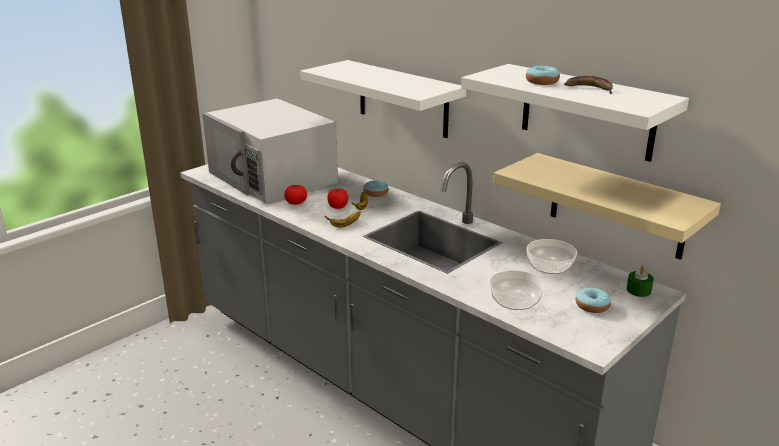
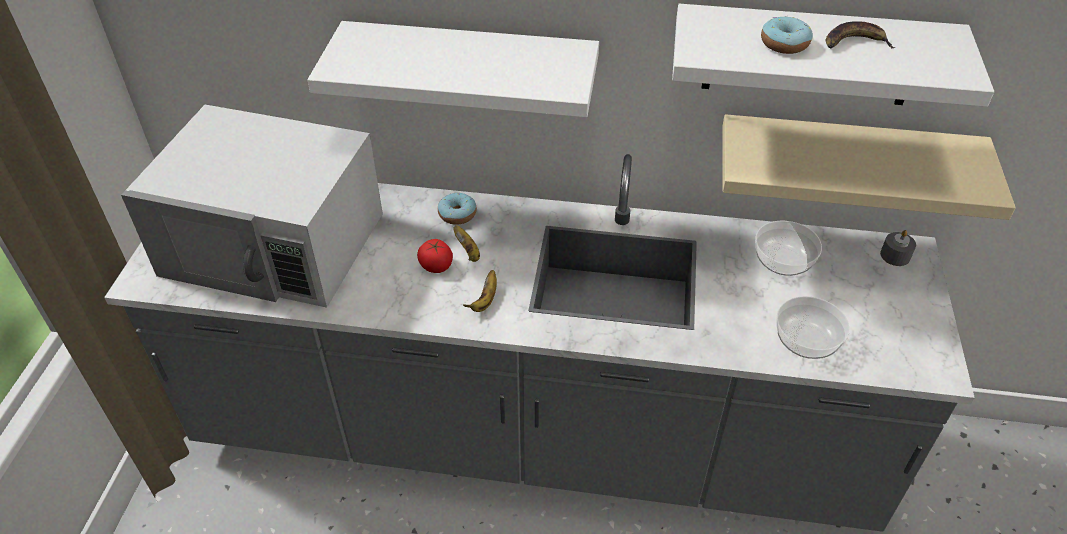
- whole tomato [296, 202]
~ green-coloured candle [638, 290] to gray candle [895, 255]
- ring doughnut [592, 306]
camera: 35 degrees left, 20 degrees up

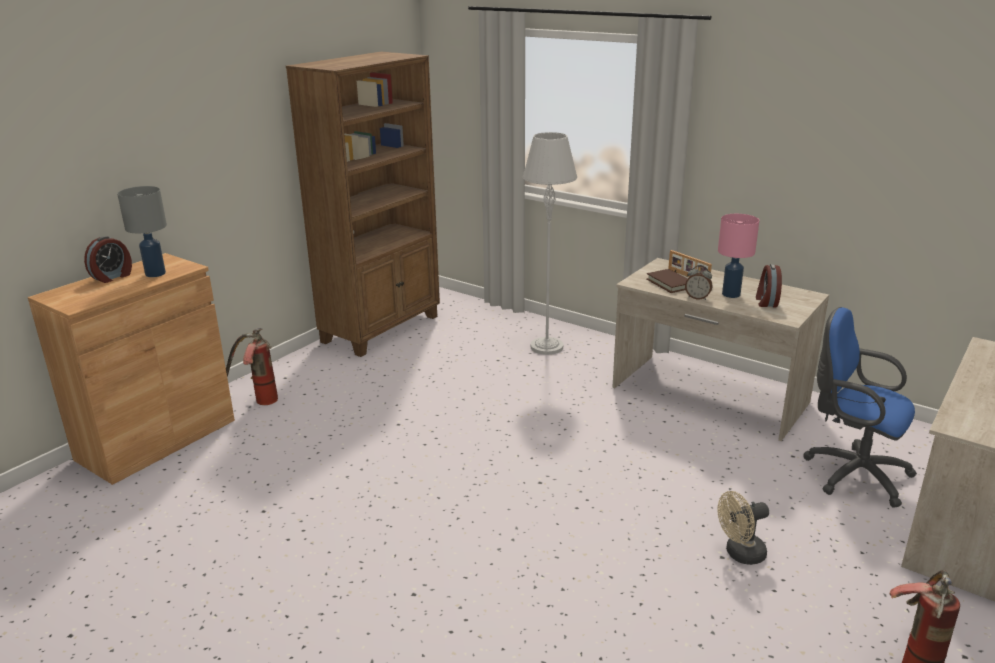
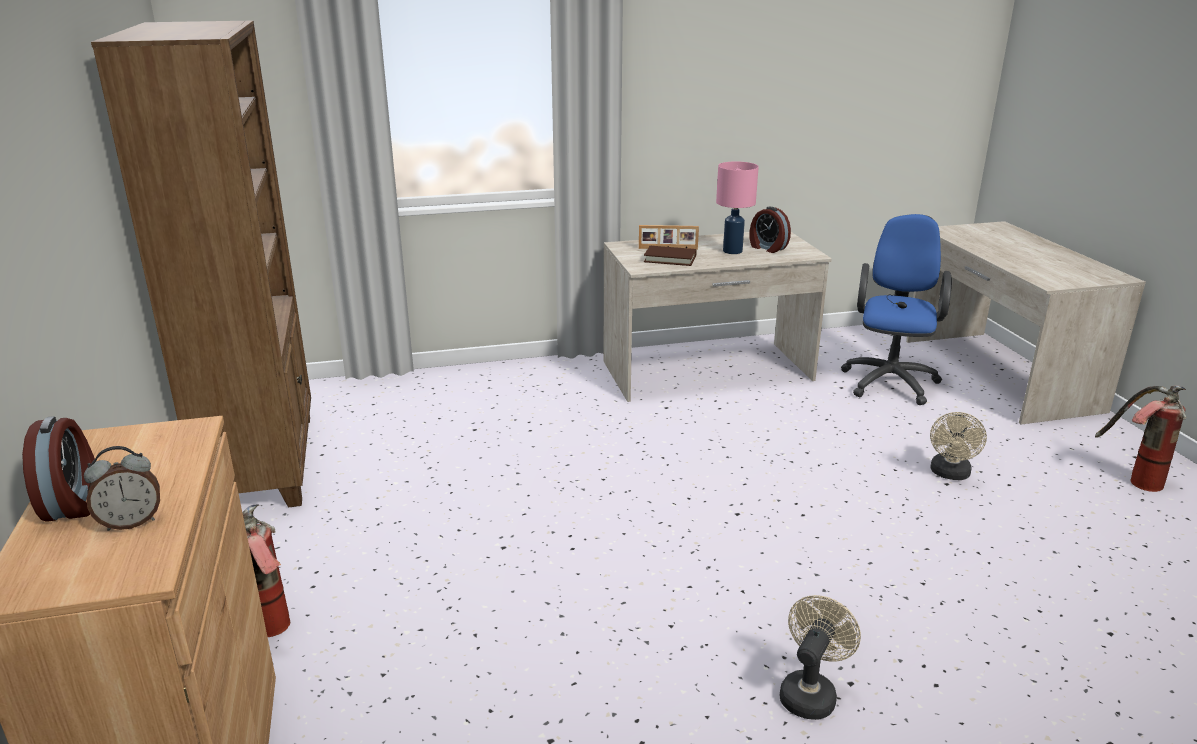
- gray floor lamp [546, 347]
- gray tabletop lamp [155, 274]
~ table clock [697, 297] to [131, 522]
~ bluish desk chair [851, 473] = [890, 380] 120 degrees clockwise
+ sand-coloured electric fan [810, 692]
camera: 50 degrees left, 0 degrees up

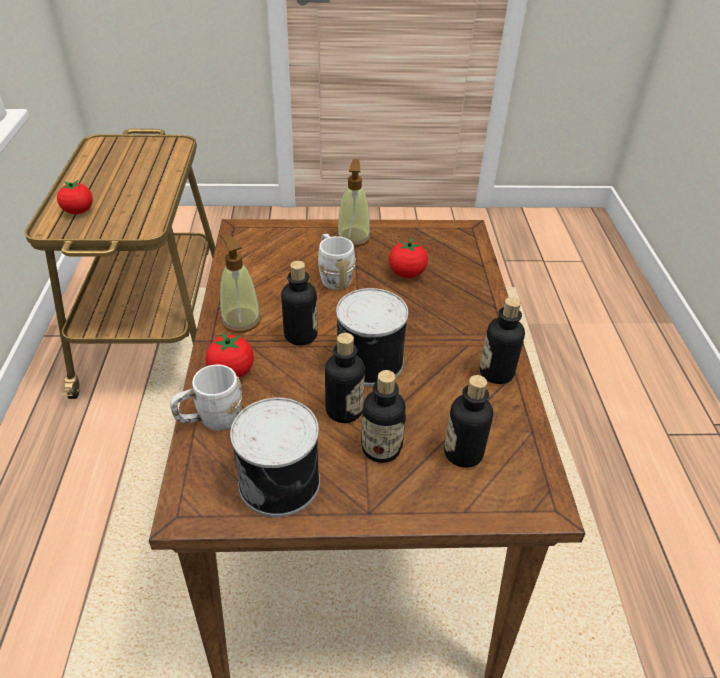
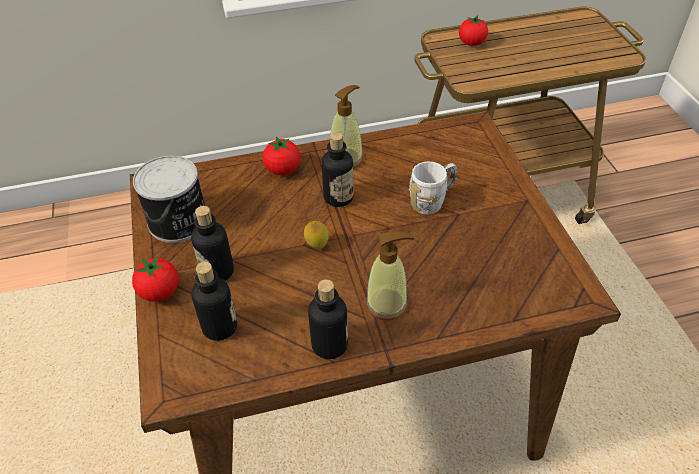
~ soap bottle [353, 237] to [387, 304]
~ whole tomato [407, 273] to [160, 292]
~ can [367, 362] to citrus fruit [317, 246]
- beverage bottle [344, 410]
- white-coloured tea mug [211, 420]
camera: 80 degrees right, 5 degrees up

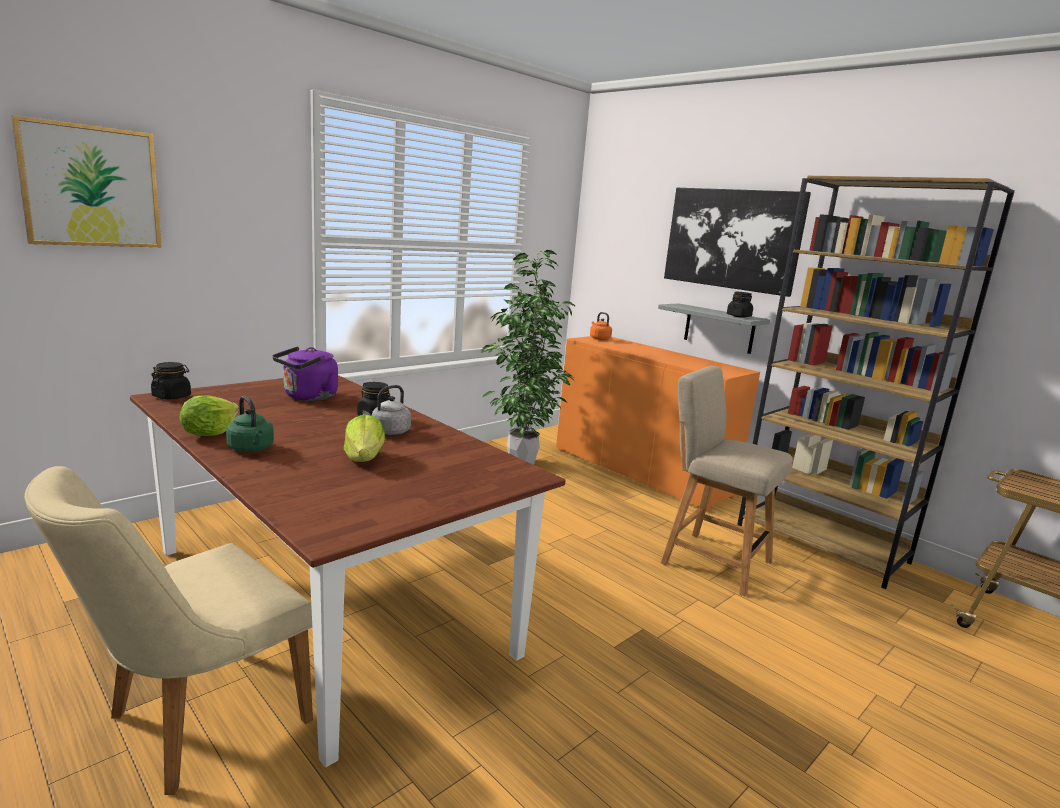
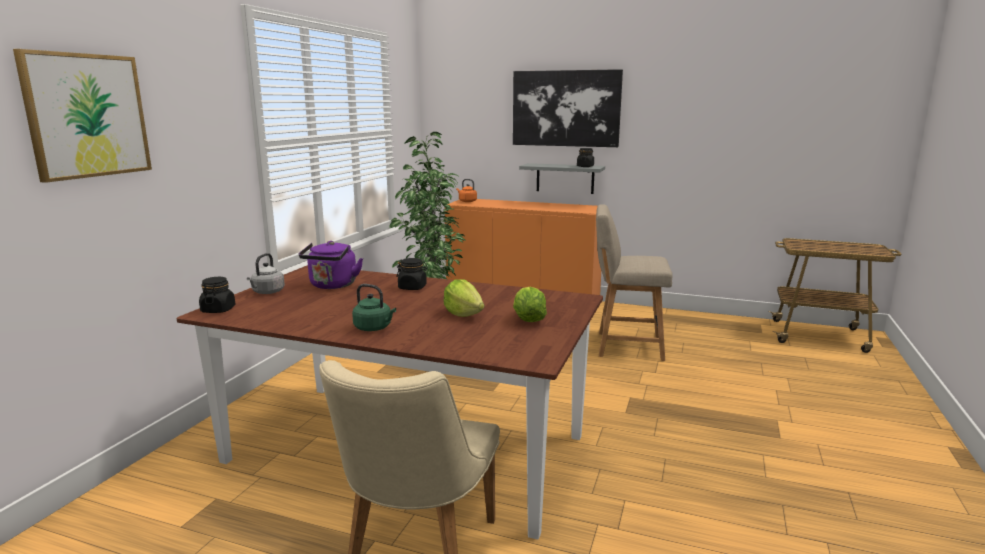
- brown-coloured shelving unit [822, 544]
~ gray tea kettle [388, 432] to [267, 292]
~ lettuce head [209, 433] to [528, 320]
camera: 25 degrees left, 0 degrees up

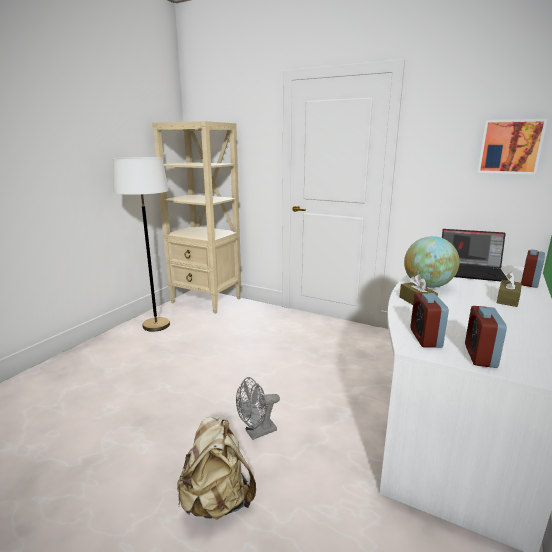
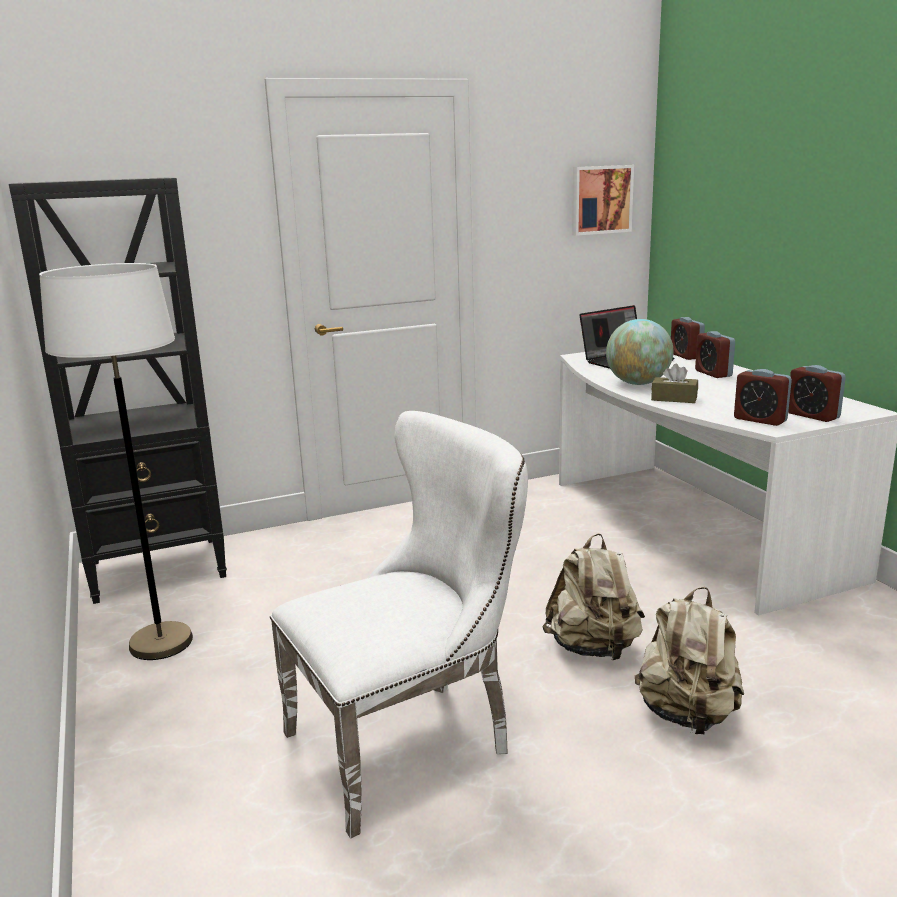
~ sand-coloured shelving unit [206, 301] to black-coloured shelving unit [159, 569]
~ brown-coloured tissue box [507, 299] to table clock [713, 373]
~ gray electric fan [256, 432] to sand-coloured knapsack [593, 648]
+ white-coloured chair [411, 741]
camera: 50 degrees left, 0 degrees up

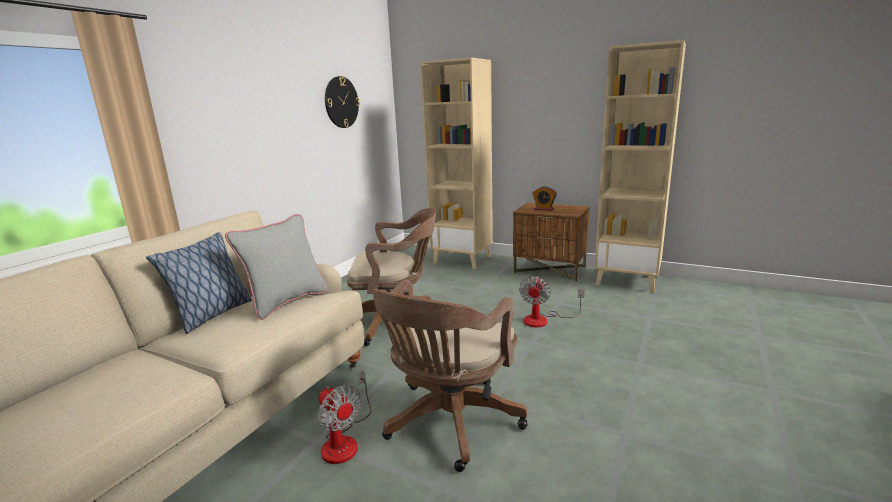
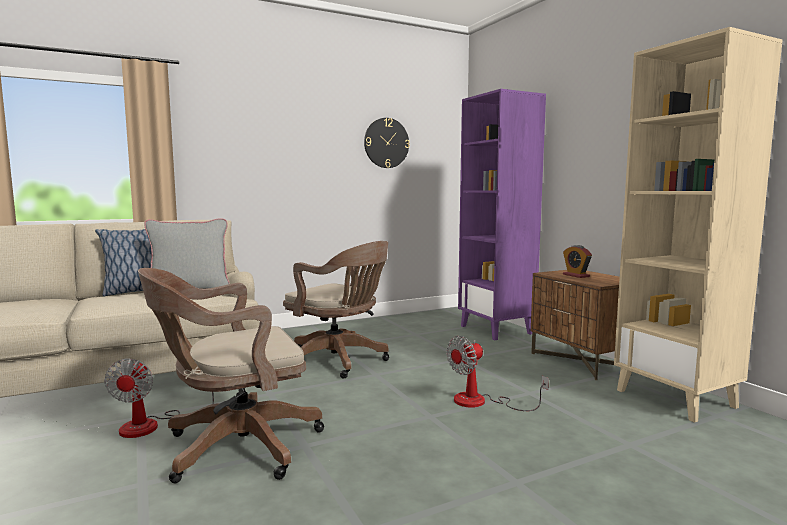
~ sand-coloured shelving unit [463, 259] to purple shelving unit [496, 330]
camera: 35 degrees right, 10 degrees down

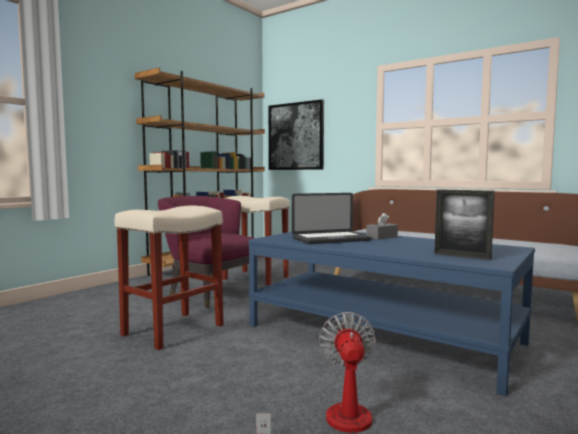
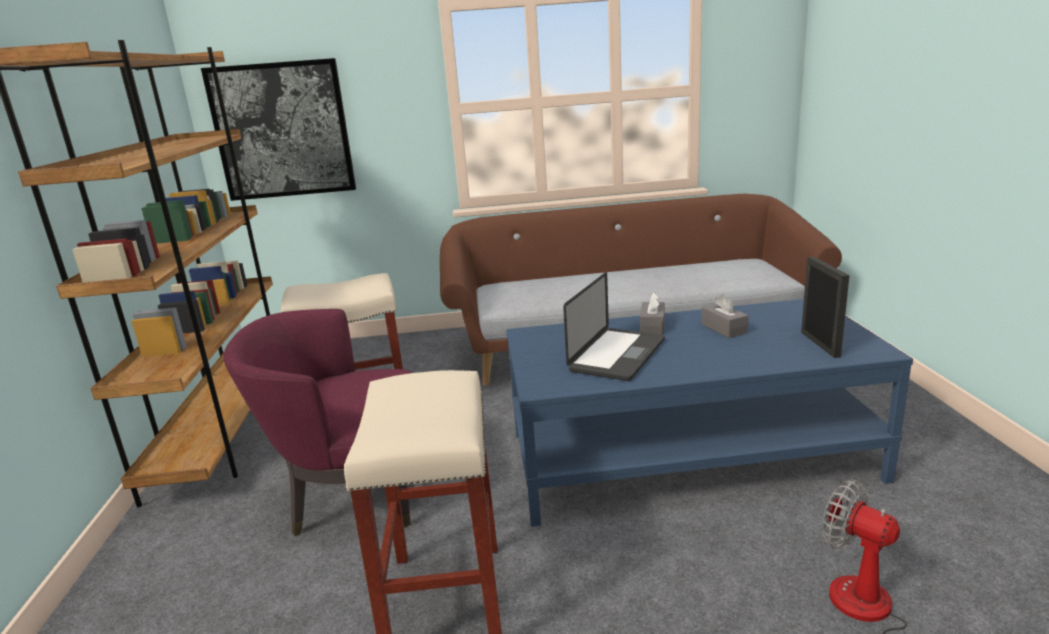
~ picture frame [461, 256] = [820, 344] 90 degrees counterclockwise
+ gray tissue box [724, 328]
camera: 40 degrees left, 15 degrees up

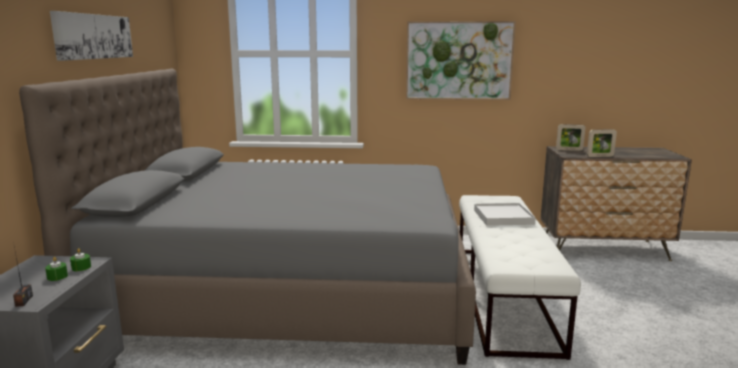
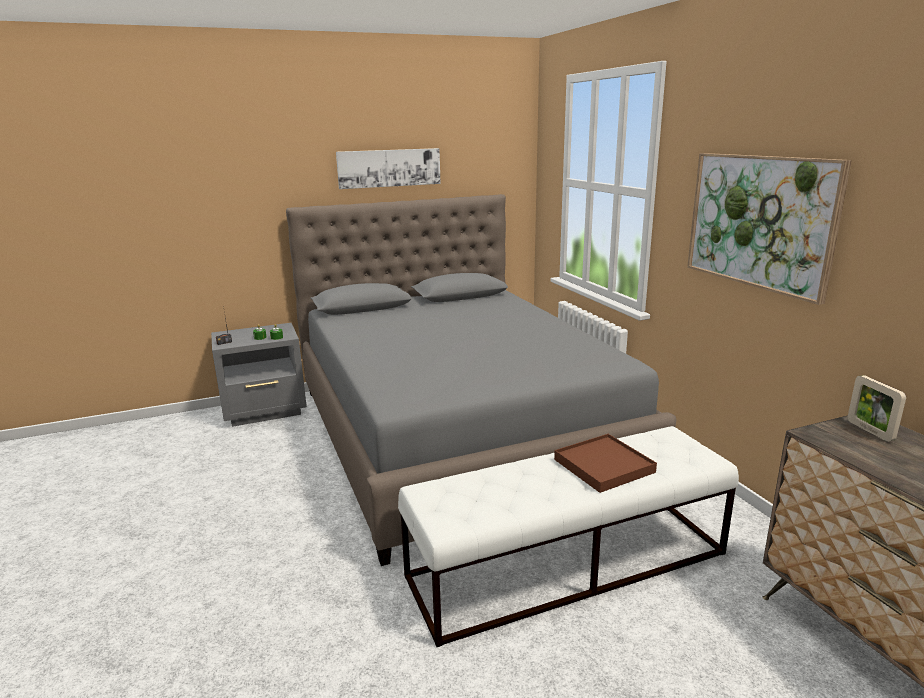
- picture frame [600, 156]
~ white-coloured serving tray [503, 217] to brown-coloured serving tray [603, 466]
camera: 65 degrees right, 5 degrees up

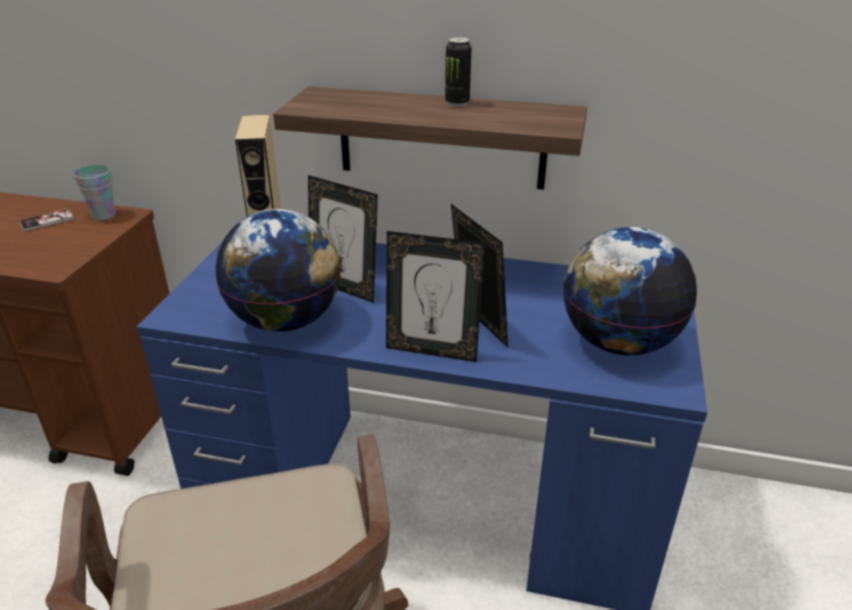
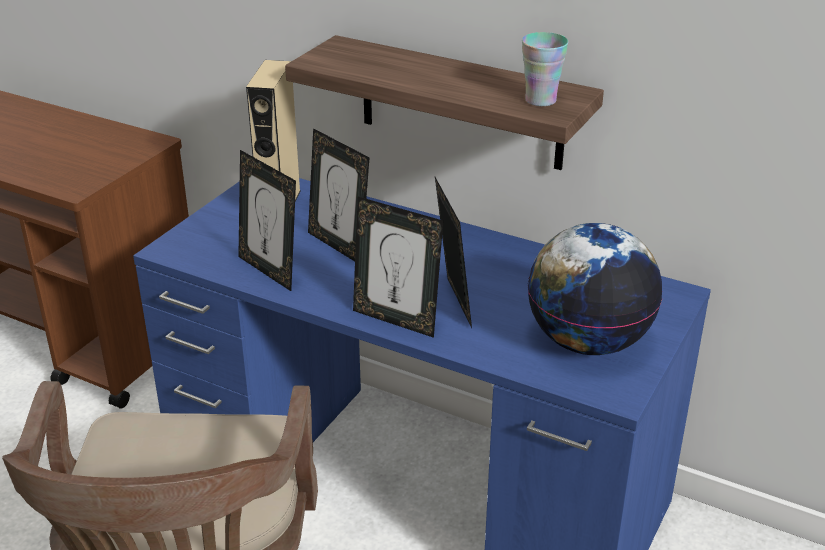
- can [457, 103]
~ small cup [103, 215] to [540, 100]
- telephone [47, 221]
~ world globe [286, 321] to picture frame [270, 271]
camera: 15 degrees right, 0 degrees up

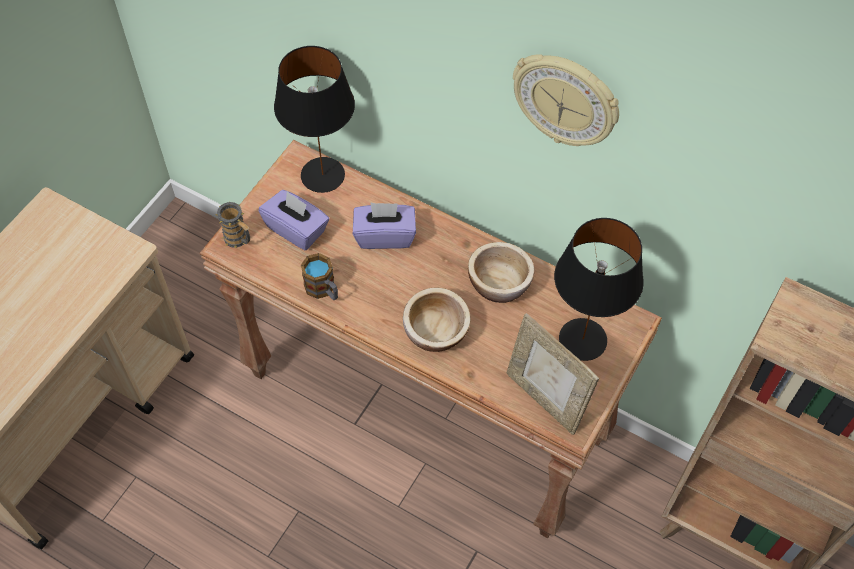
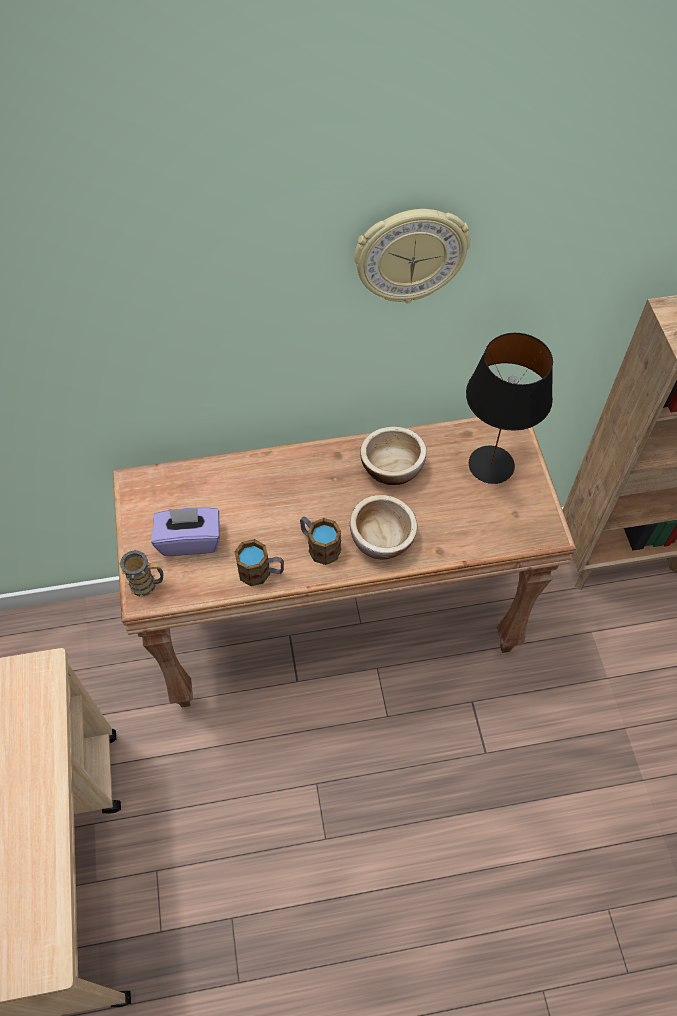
- black-coloured tabletop lamp [323, 175]
- purple tissue box [385, 235]
- picture frame [545, 399]
+ tea mug [319, 546]
camera: 40 degrees left, 0 degrees up

